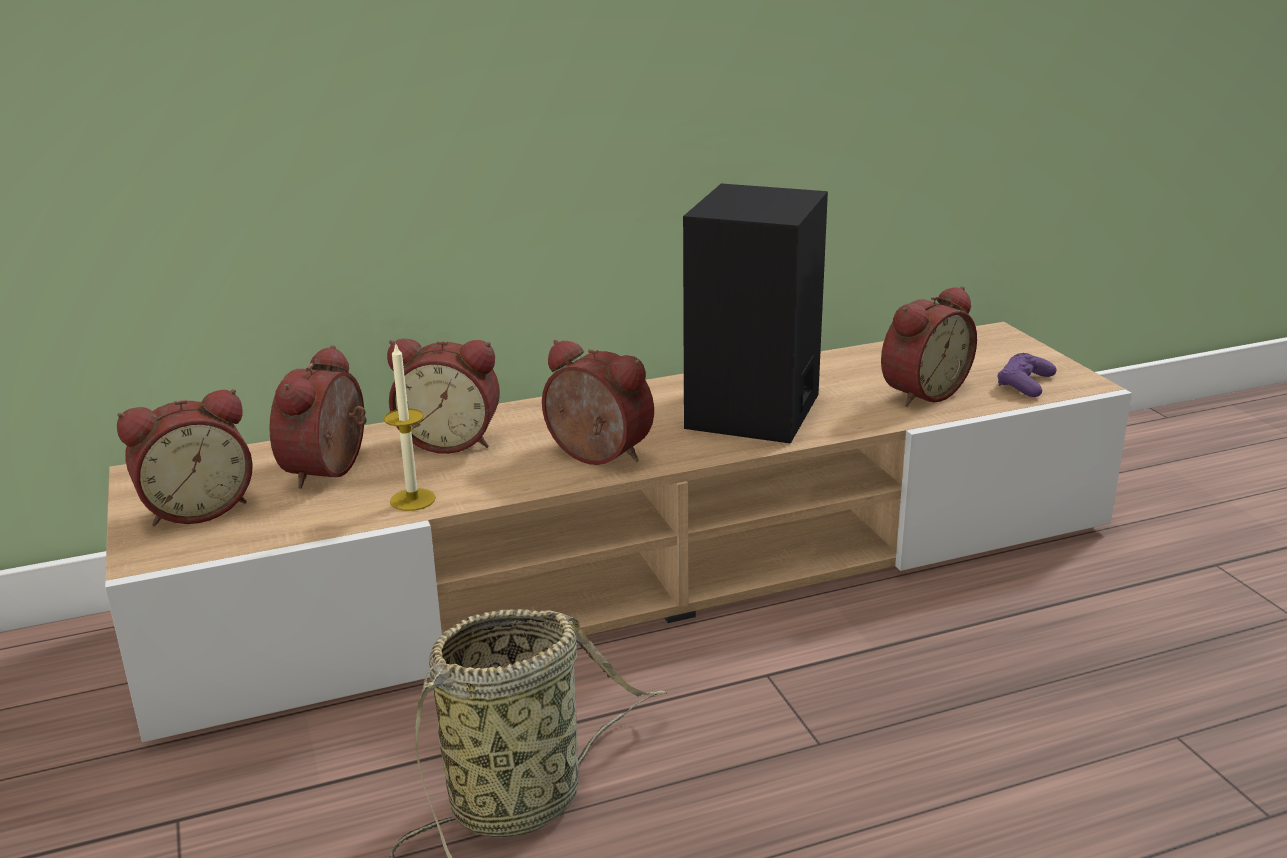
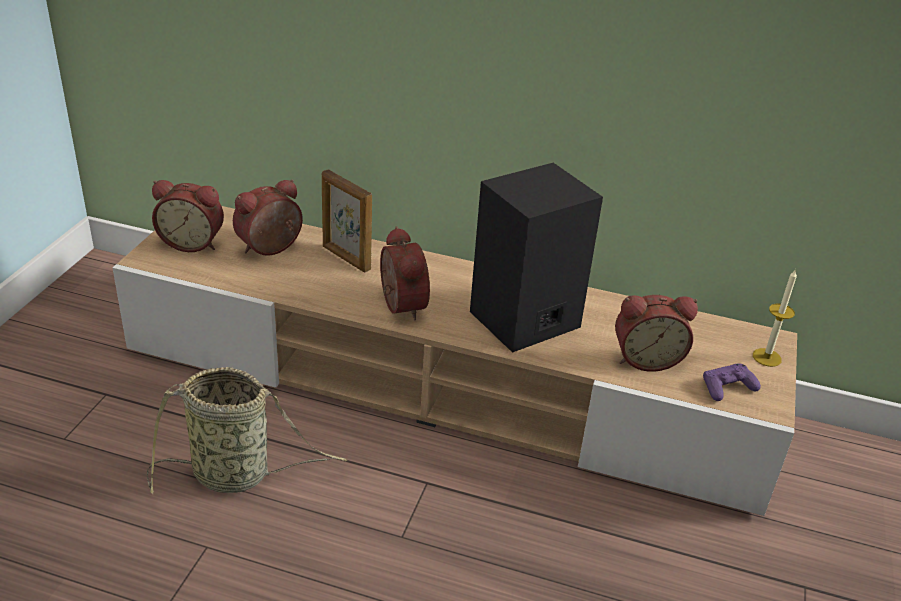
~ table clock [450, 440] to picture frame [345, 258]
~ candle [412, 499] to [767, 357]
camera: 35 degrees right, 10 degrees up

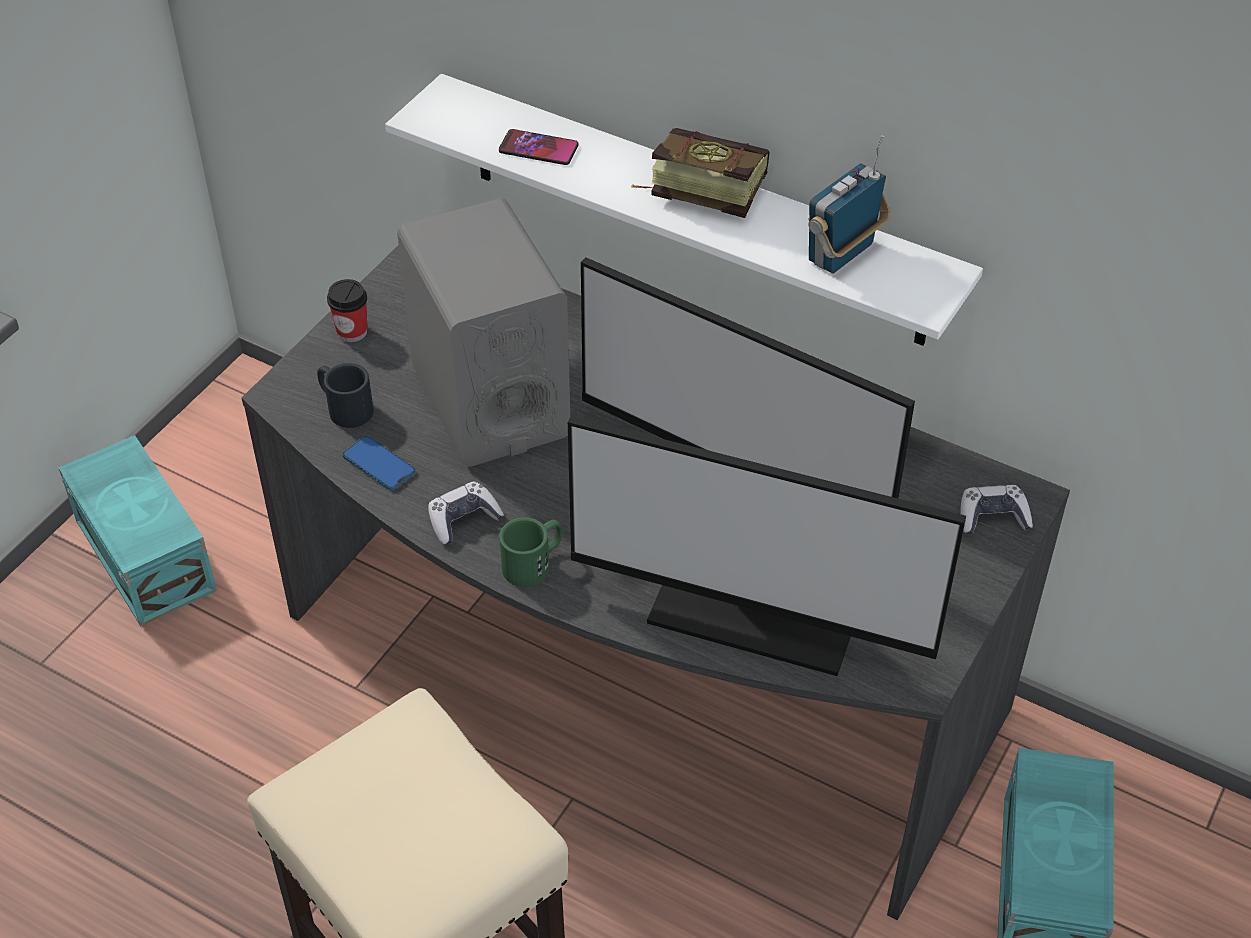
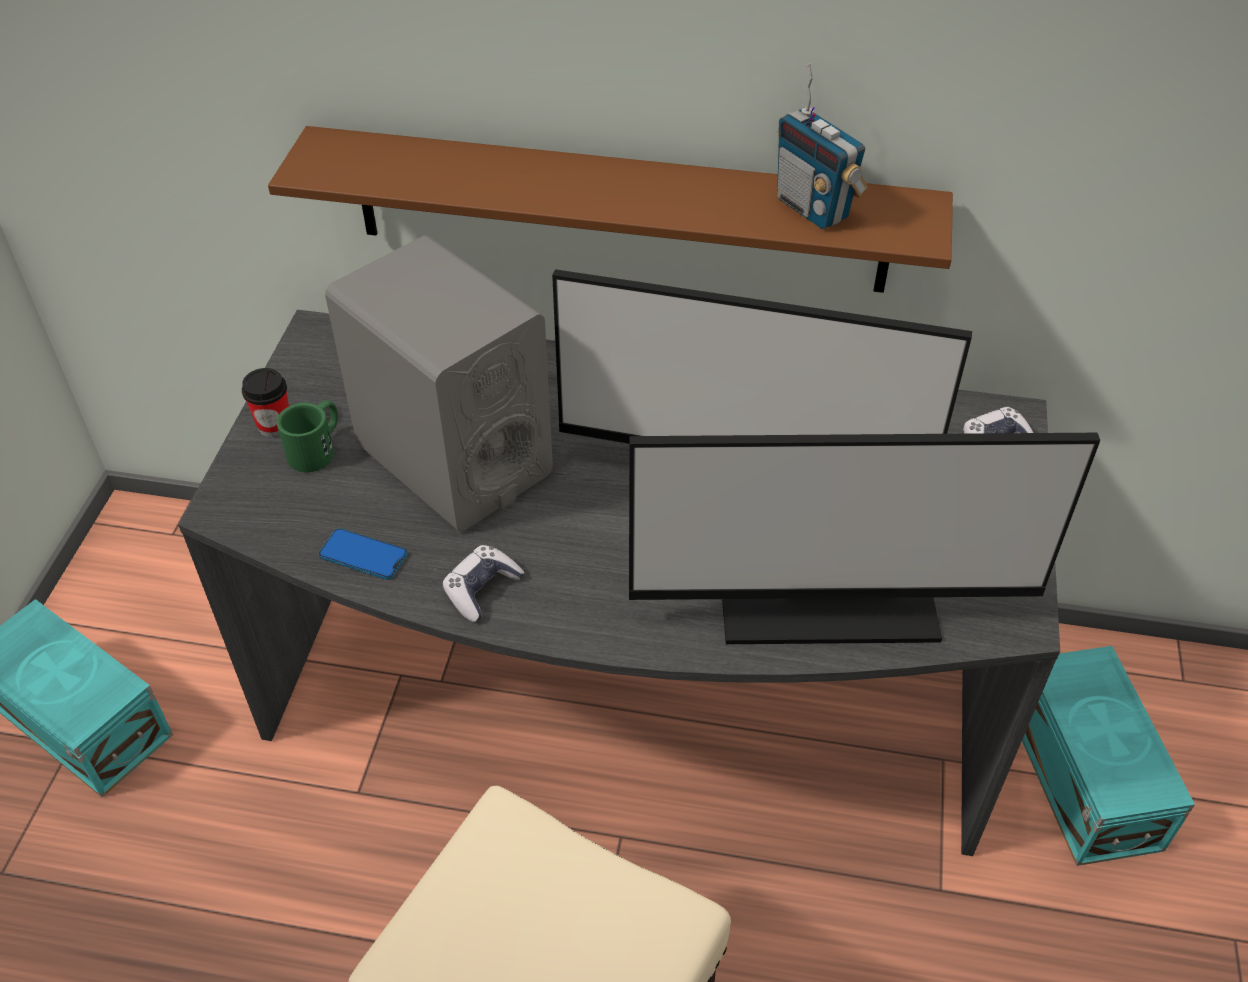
~ white-coloured bracket shelf [695, 211] to brown-coloured bracket shelf [619, 210]
- book [696, 191]
- telephone [538, 148]
~ radio [842, 254] = [813, 208] 60 degrees counterclockwise
- black-coloured tea mug [344, 407]
~ green-coloured tea mug [534, 563] to [317, 448]
camera: 20 degrees left, 0 degrees up

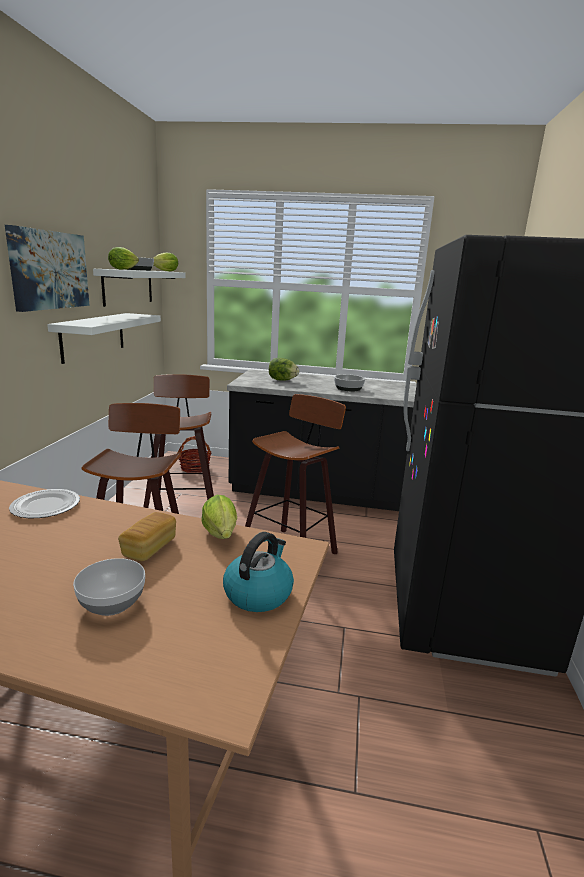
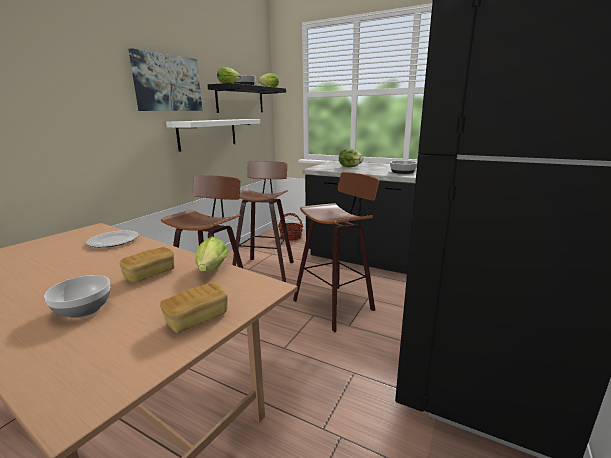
~ white-coloured bracket shelf [128, 287] to black-coloured bracket shelf [240, 100]
~ tea kettle [258, 593] to baked bread [197, 318]
camera: 20 degrees right, 0 degrees up

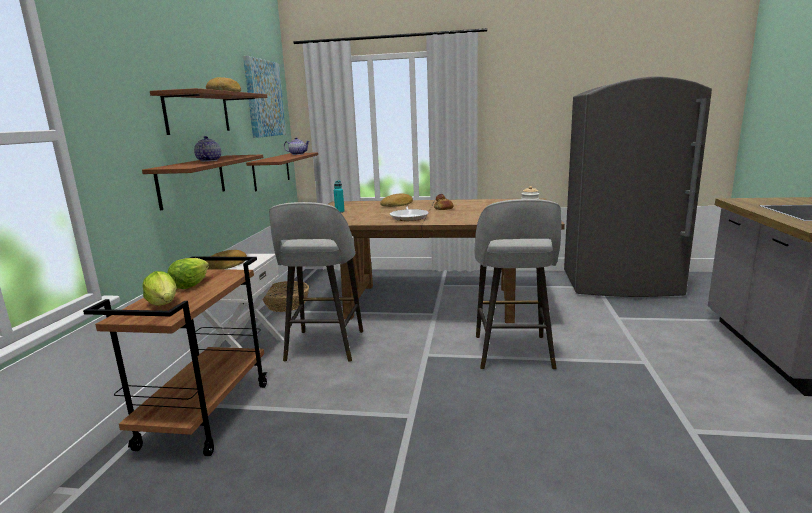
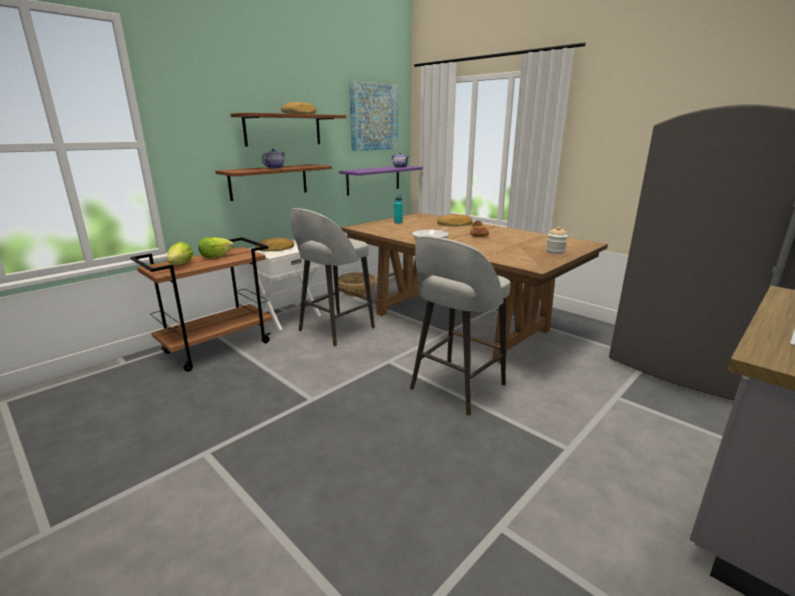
~ brown-coloured bracket shelf [271, 171] to purple bracket shelf [373, 180]
camera: 35 degrees right, 5 degrees up

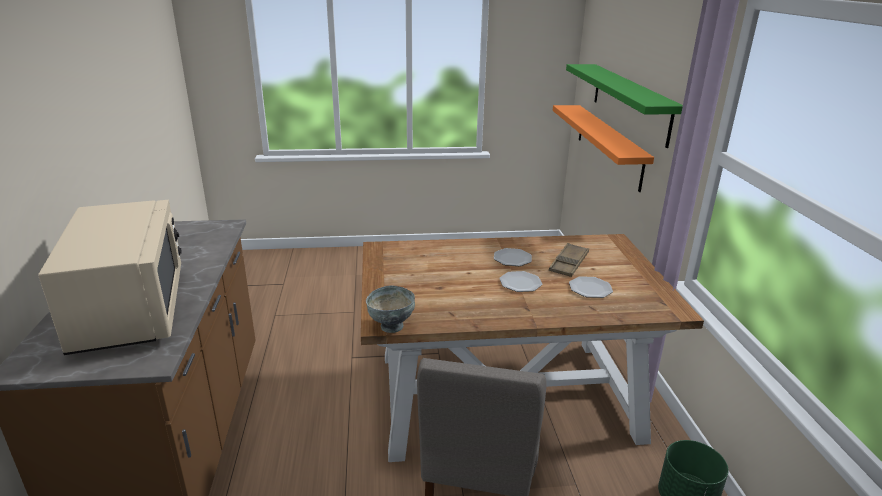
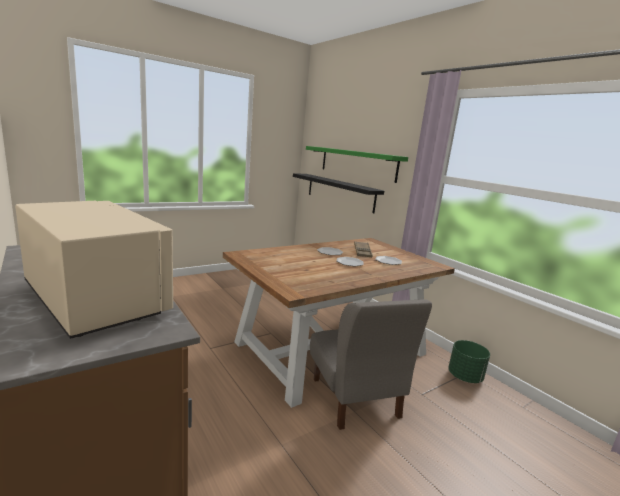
~ orange-coloured bracket shelf [608, 145] to black-coloured bracket shelf [339, 192]
- gray bowl [391, 327]
camera: 30 degrees left, 10 degrees down

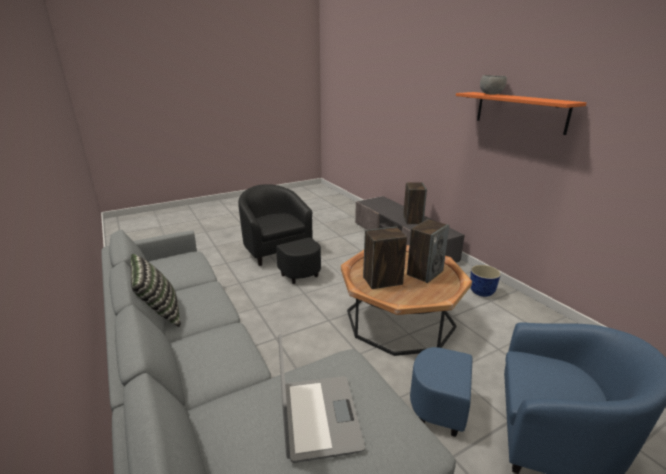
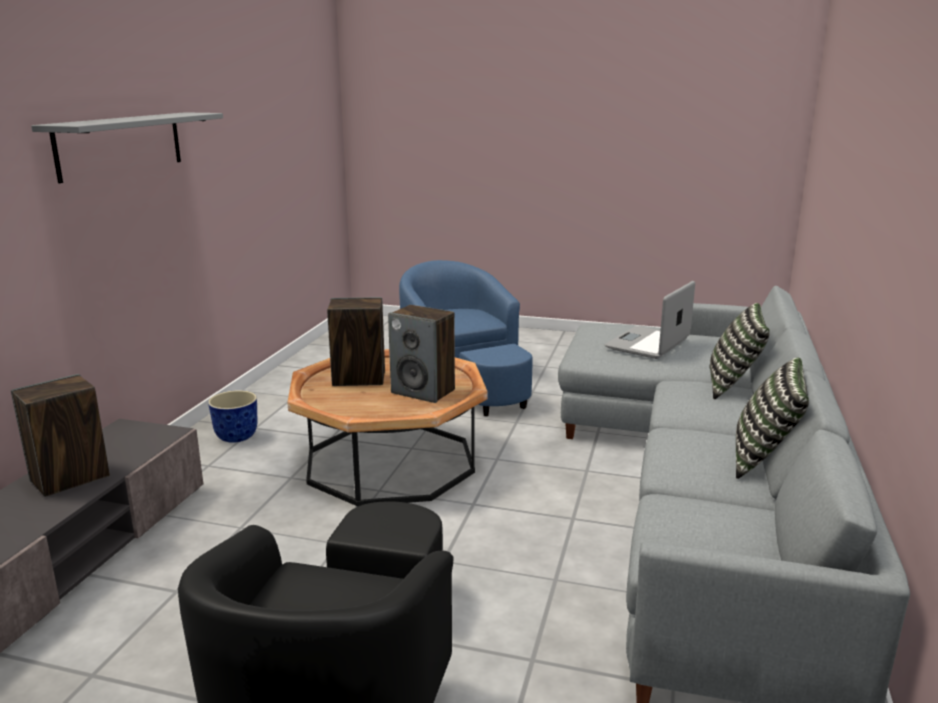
- gray bowl [491, 94]
~ orange-coloured bracket shelf [520, 111] to gray bracket shelf [121, 145]
+ throw pillow [733, 385]
camera: 135 degrees left, 5 degrees down

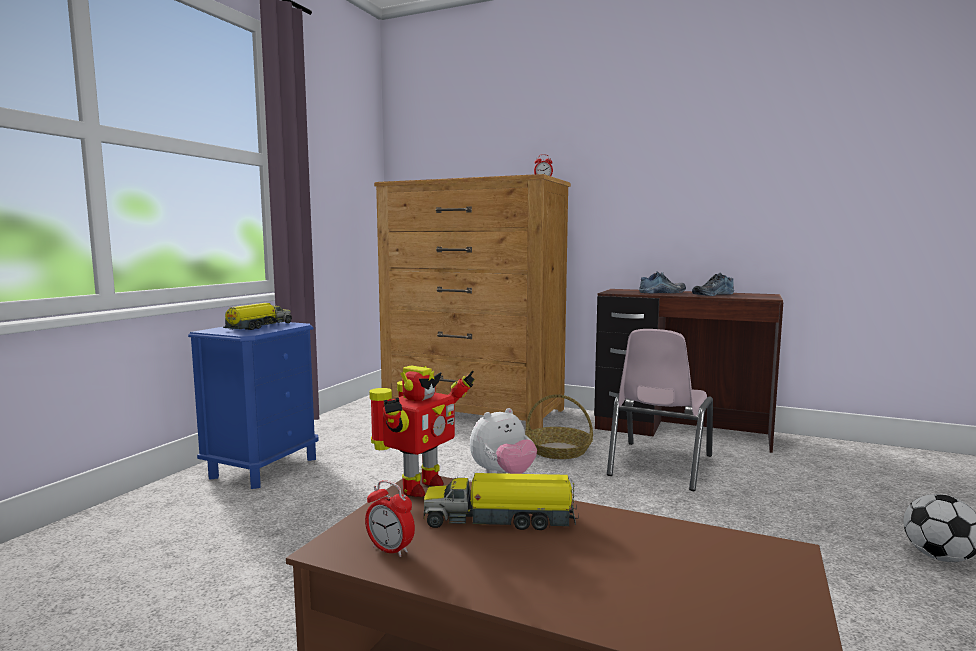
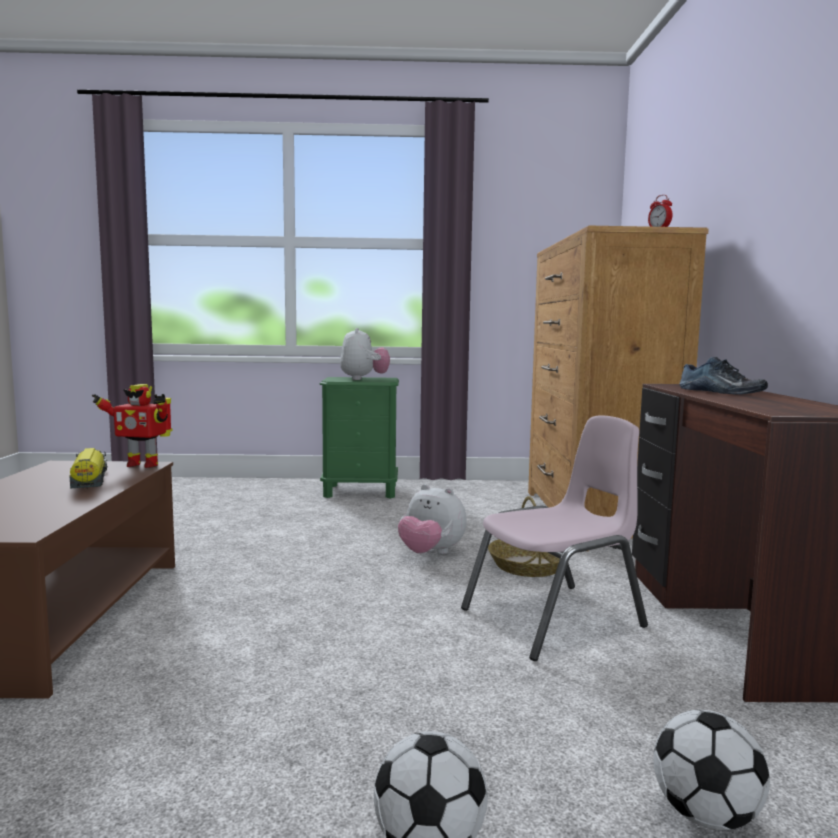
- shoe [712, 294]
~ model truck [259, 326] to cuddly toy [364, 379]
~ bluish bedside table [264, 467] to green-coloured bedside table [361, 491]
~ pink-coloured chair [659, 465] = [554, 619] 150 degrees clockwise
- table clock [390, 550]
+ football [705, 815]
camera: 65 degrees right, 0 degrees up

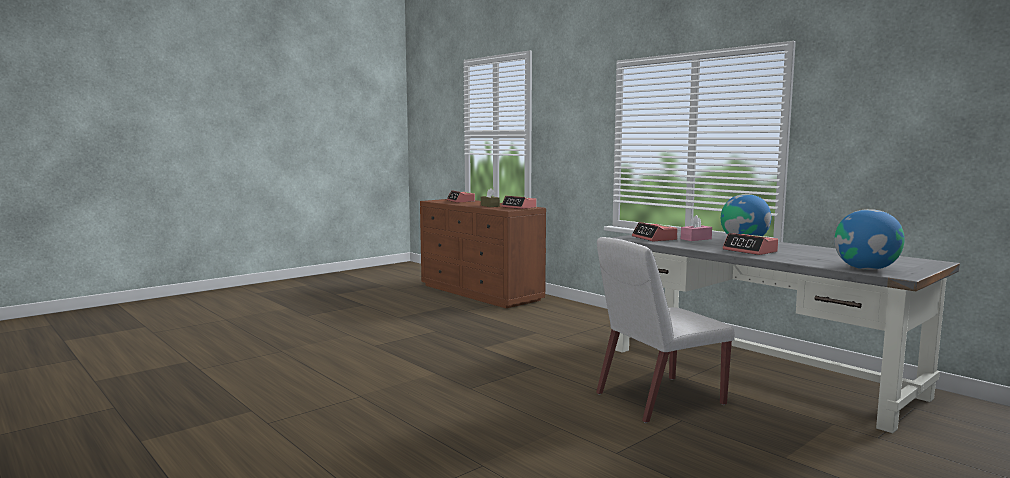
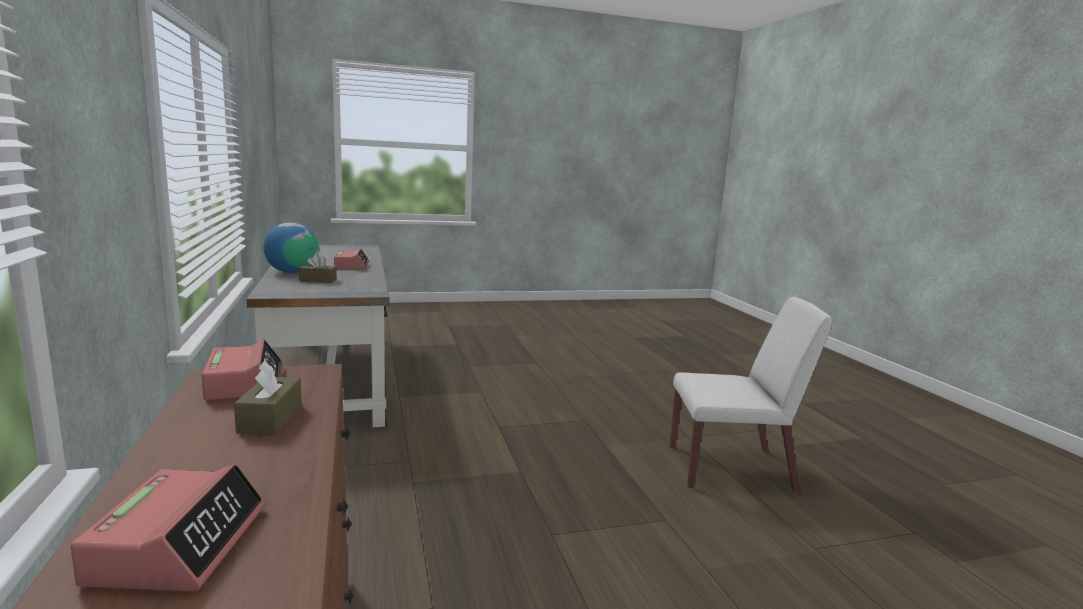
- world globe [866, 269]
~ pink-coloured tissue box [696, 239] to brown-coloured tissue box [318, 280]
- table clock [654, 238]
~ white-coloured chair [658, 399] to [731, 469]
camera: 155 degrees left, 5 degrees up

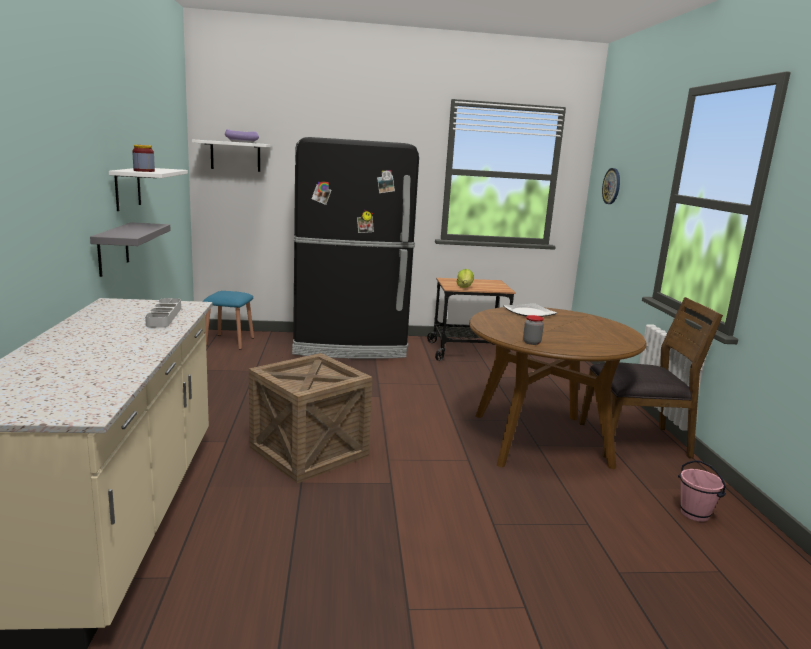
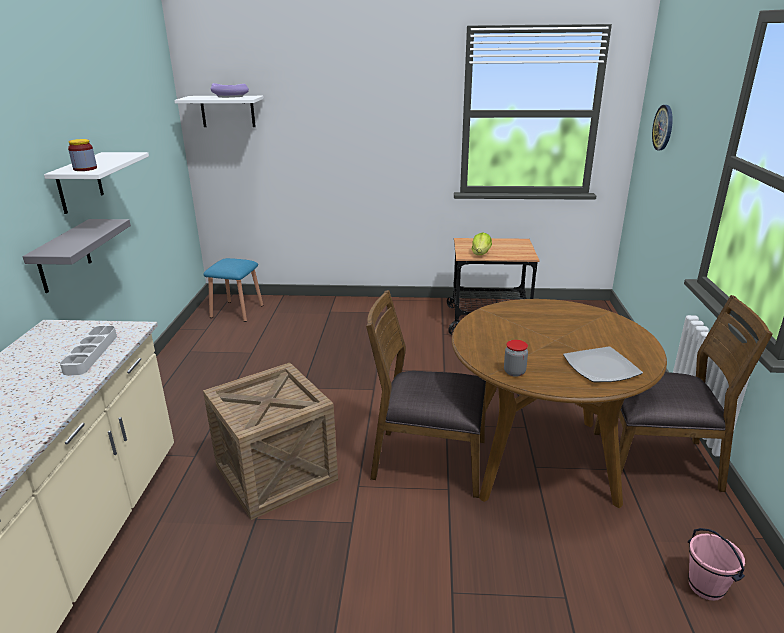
- black-coloured kitchen fridge [350, 346]
~ flat dish [529, 312] to [602, 368]
+ brown-coloured chair [428, 460]
camera: 10 degrees right, 10 degrees up

